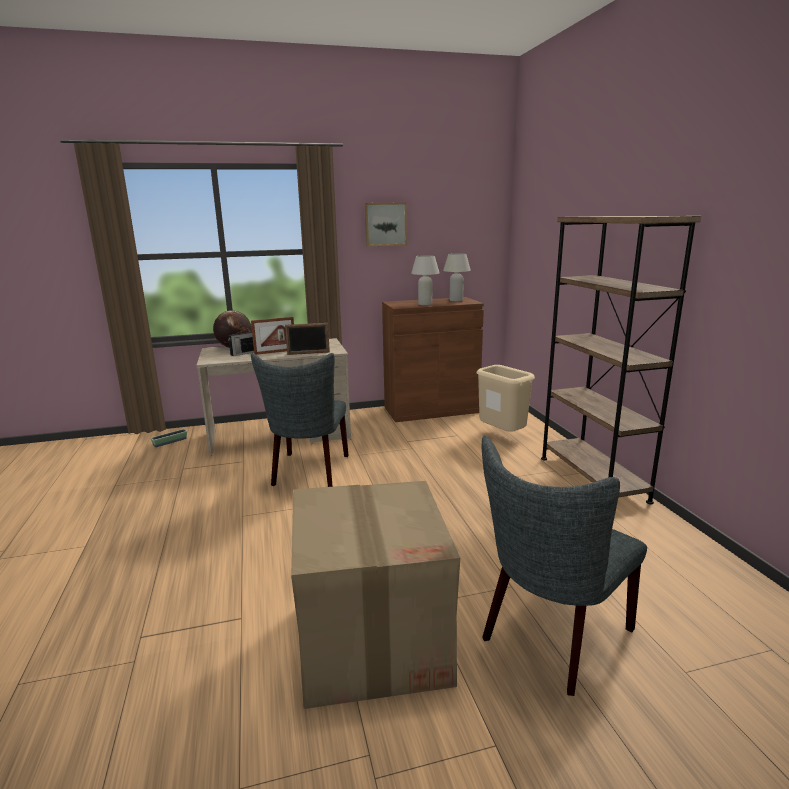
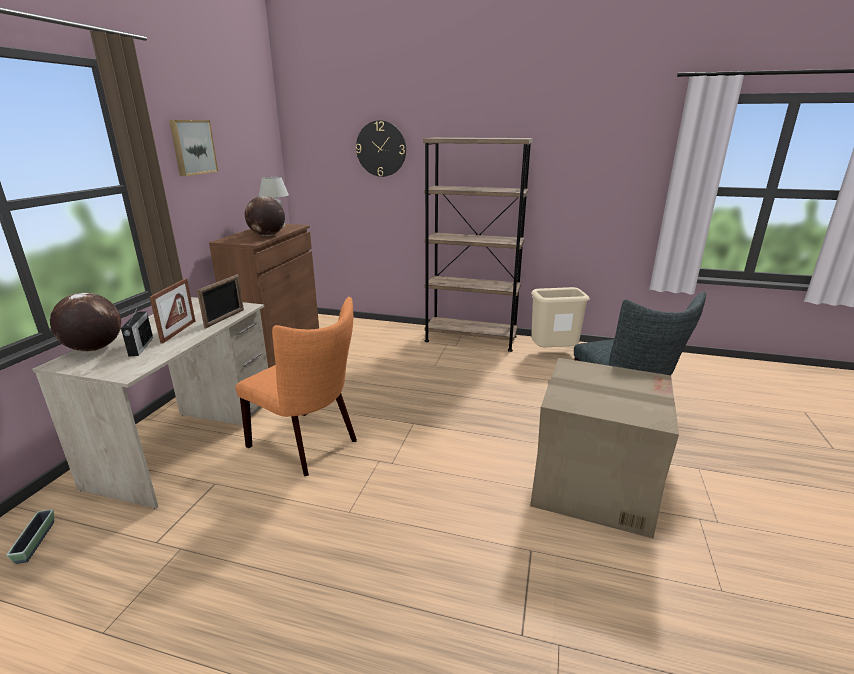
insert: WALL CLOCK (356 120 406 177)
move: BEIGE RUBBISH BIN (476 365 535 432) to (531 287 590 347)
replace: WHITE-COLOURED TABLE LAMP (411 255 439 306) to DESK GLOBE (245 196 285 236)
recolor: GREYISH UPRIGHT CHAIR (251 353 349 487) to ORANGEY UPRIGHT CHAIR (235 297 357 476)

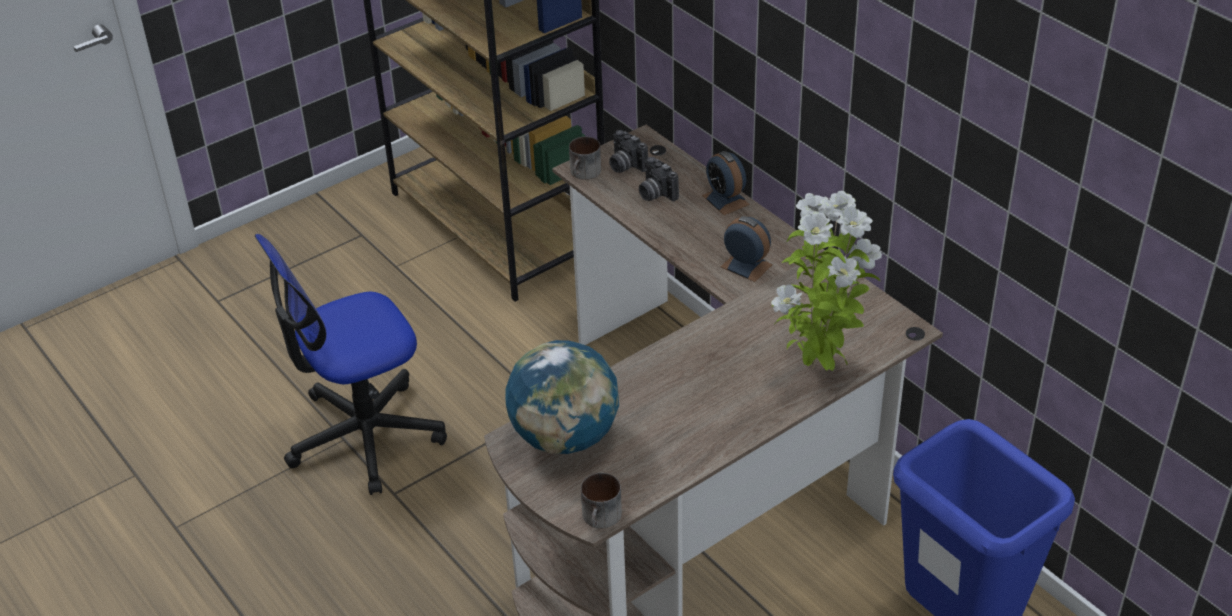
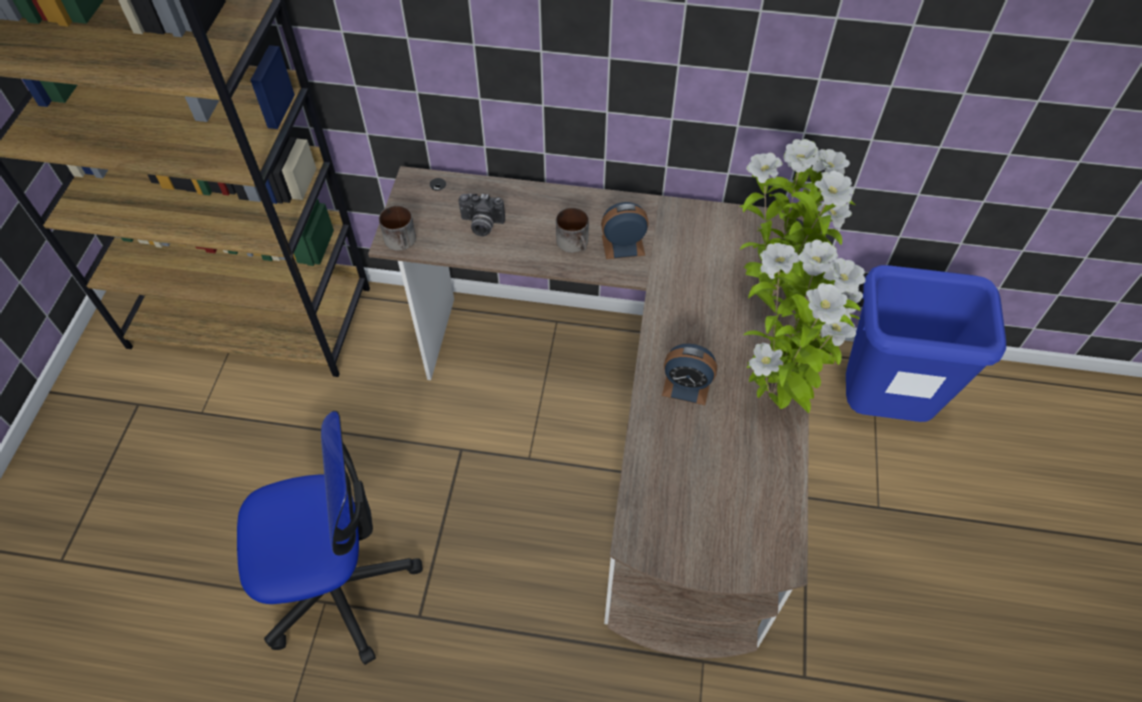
delete: DESK GLOBE (505 340 619 454); STILL CAMERA (609 130 648 173)
insert: PLANT IN A POT (743 240 866 413)
move: COFFEE MUG (581 473 622 528) to (556 207 589 253); BEDSIDE CLOCK (702 151 750 215) to (662 344 717 405)
rotate: OFFICE CHAIR (255 234 447 495) = (237 411 423 665) 120 degrees counterclockwise

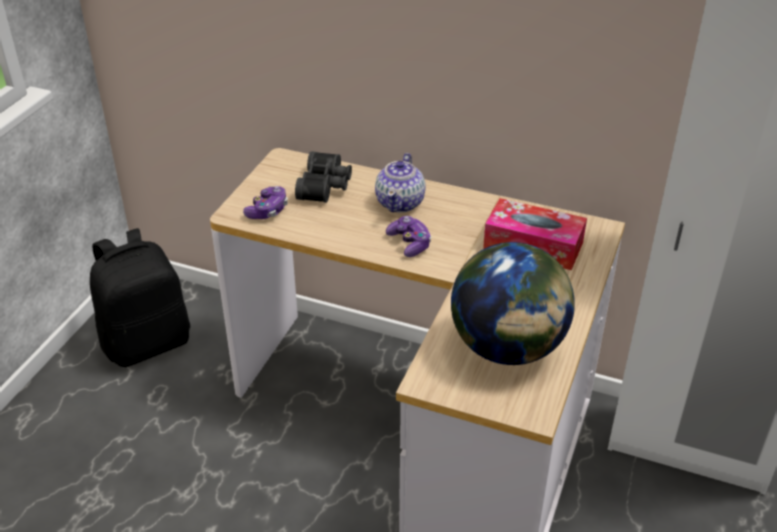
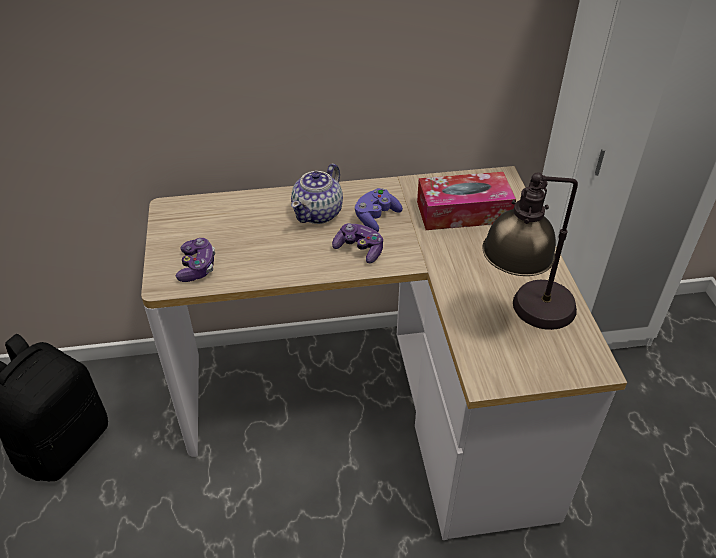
delete: BLACK PAIR OF BINOCULARS (295 151 352 203)
insert: PURPLE-COLOURED JOYPAD (355 188 403 232)
replace: DESK GLOBE (451 242 575 365) to TABLE LAMP (482 172 578 330)
rotate: TEA POT (375 153 426 212) = (291 164 343 224) 45 degrees clockwise

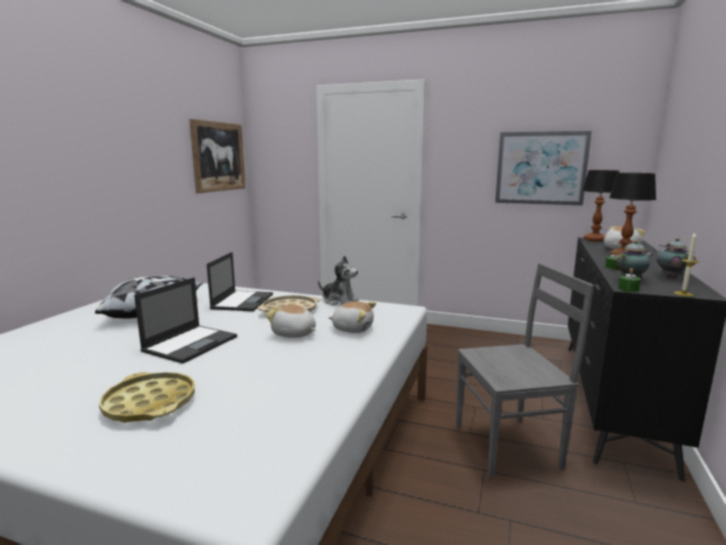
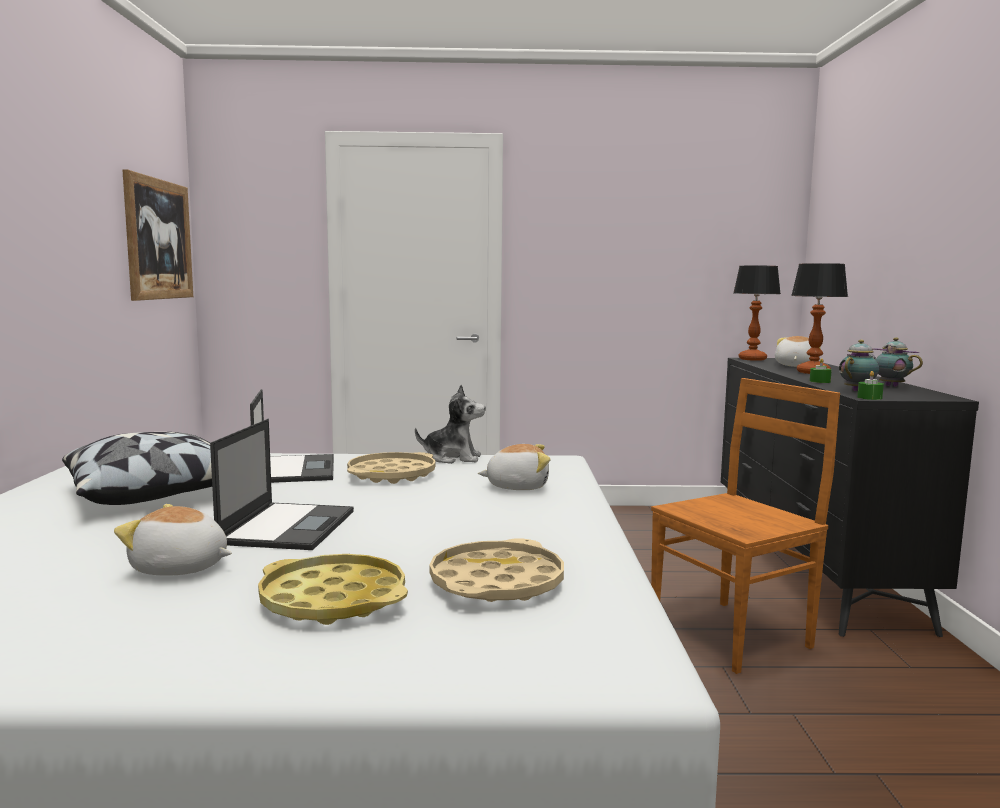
delete: WALL PICTURE (495 131 592 205); CANDLE (674 233 699 297)
insert: BEIGE CARRYING TRAY (429 538 564 602)
move: CUDDLY TOY (265 302 316 338) to (114 504 232 576)
recolor: GREYISH UPRIGHT CHAIR (456 263 594 478) to BROWNISH UPRIGHT CHAIR (651 378 840 674)

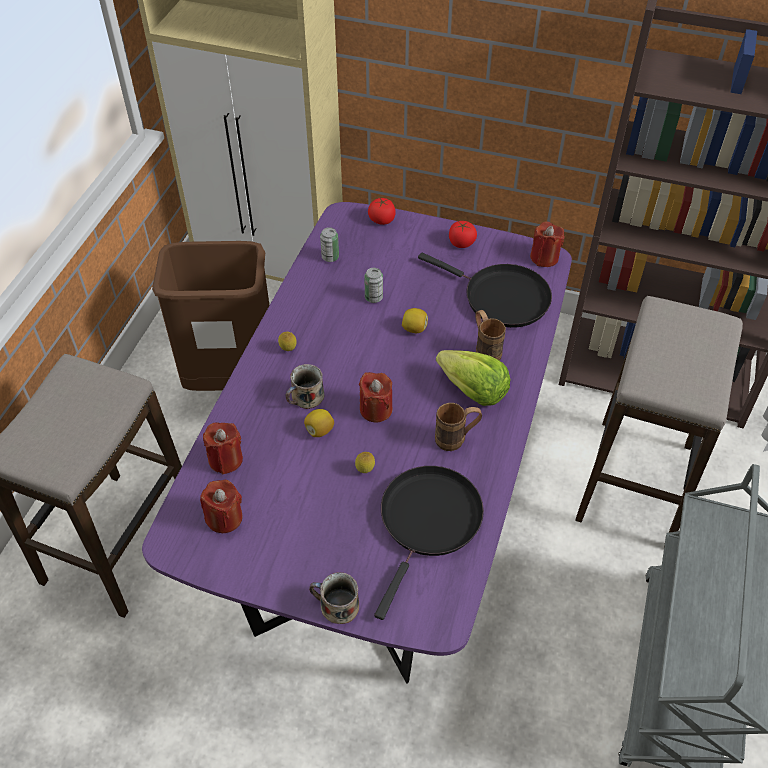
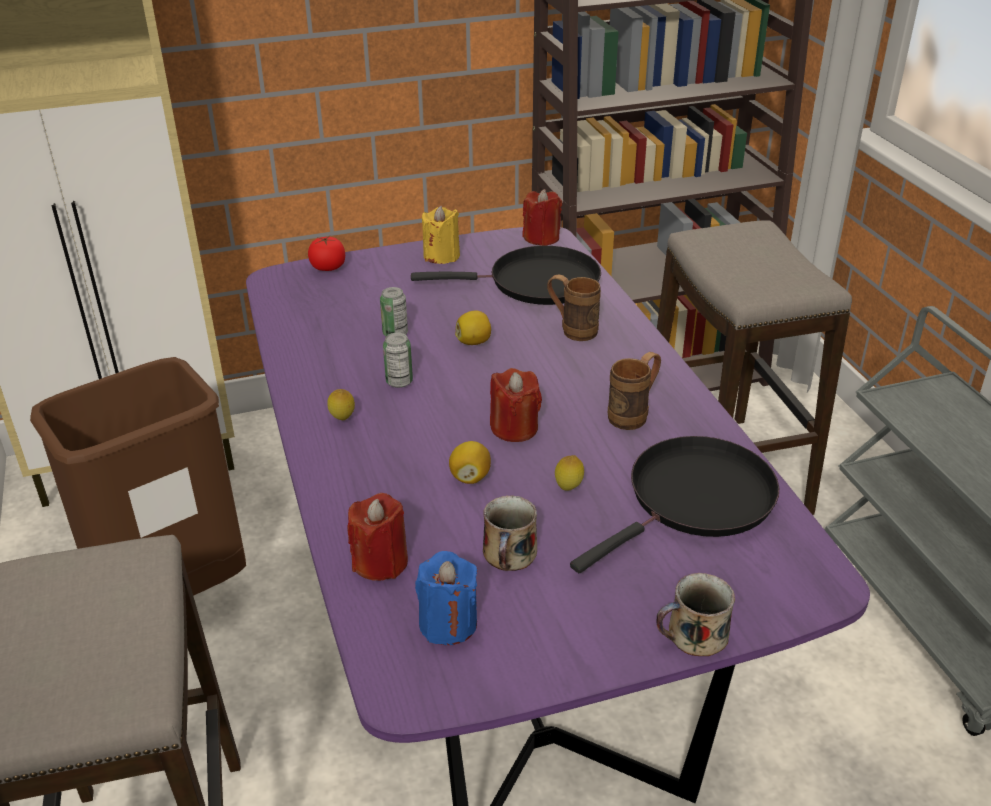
delete: LETTUCE (436 350 511 406)
move: CAN (320 227 339 262) to (383 333 413 388); COFFEE MUG (285 364 325 409) to (483 495 537 571)
replace: FRESH TOMATO (449 221 477 248) to YELLOWISH CANDLE (422 206 460 264)
recolor: RED CANDLE (200 480 242 533) to BLUISH CANDLE (415 551 477 645)
rotate: BLACK PAN (374 466 484 620) = (570 436 779 573) 60 degrees clockwise

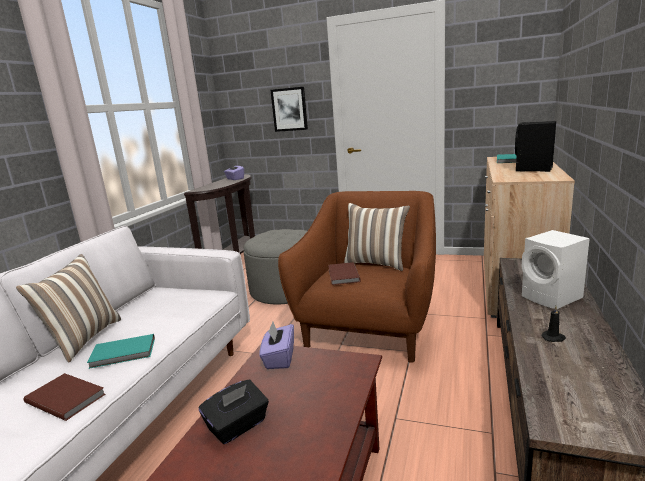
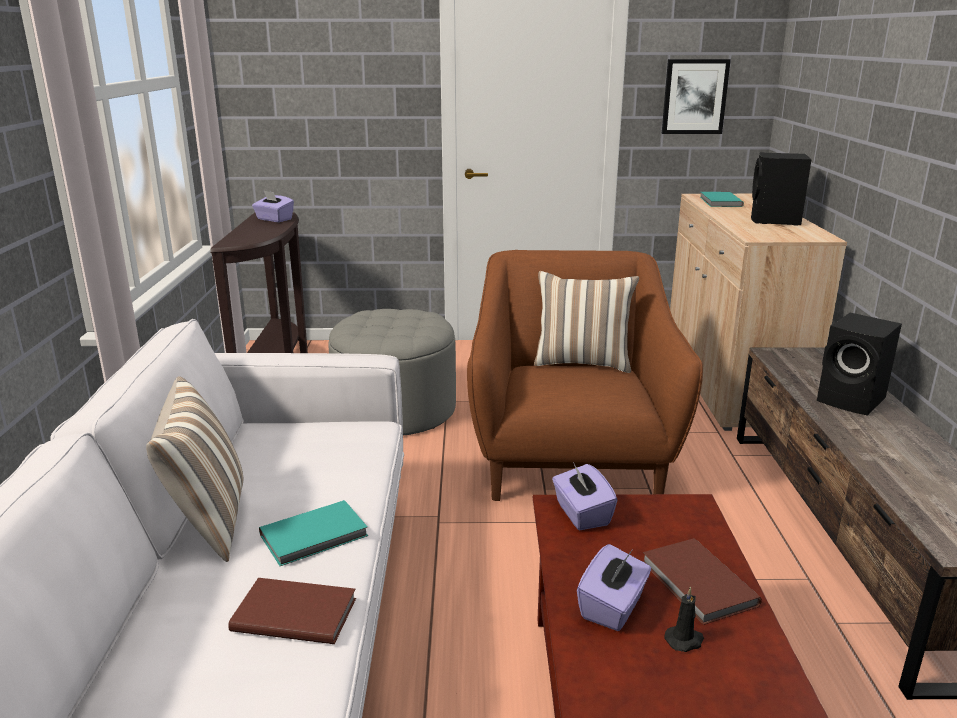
move: BROWNISH BOUND BOOK (328 262 361 285) to (642 538 762 625); WALL PICTURE (271 87 308 132) to (662 59 731 134); BLACK CANDLE (541 306 566 342) to (664 587 704 652)
recolor: BLACK BOX OF TISSUES (199 380 269 444) to PURPLE-COLOURED BOX OF TISSUES (577 544 651 631); WHITE-COLOURED LOUDSPEAKER (521 230 590 309) to BLACK LOUDSPEAKER (817 313 902 416)

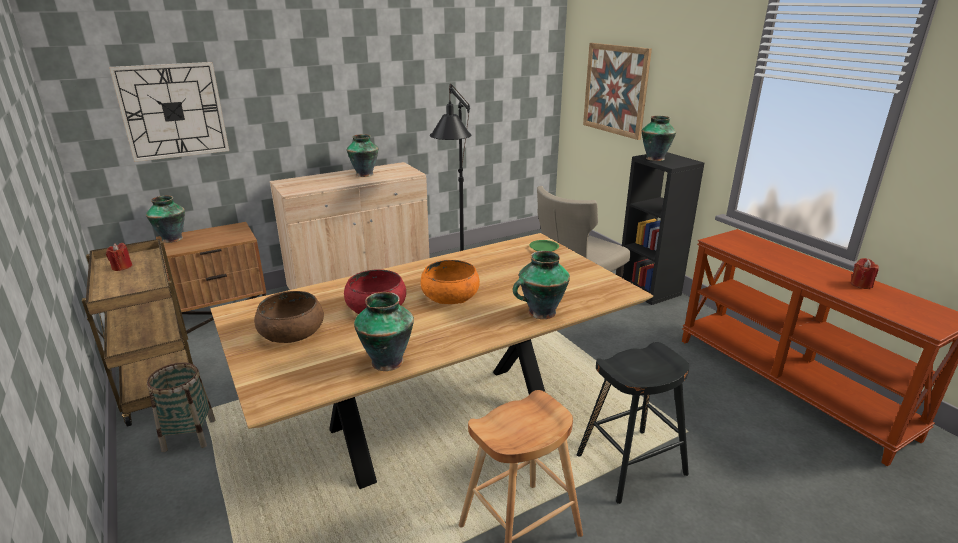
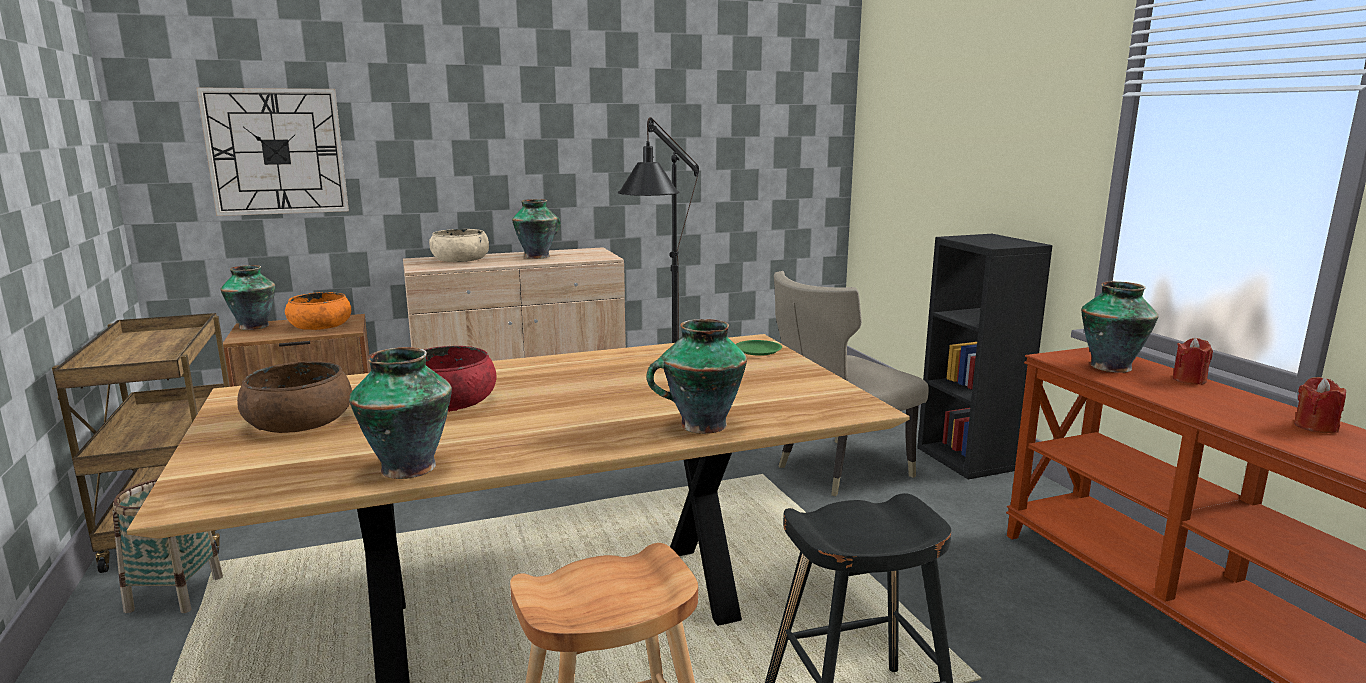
delete: WALL PICTURE (583 43 652 140)
insert: BEIGE SERVING BOWL (429 229 489 262)
move: ORANGEY SERVING BOWL (421 260 480 304) to (285 292 351 330); DECORATIVE VASE (642 116 676 161) to (1081 281 1159 373); RED CANDLE (106 243 133 271) to (1172 338 1213 385)

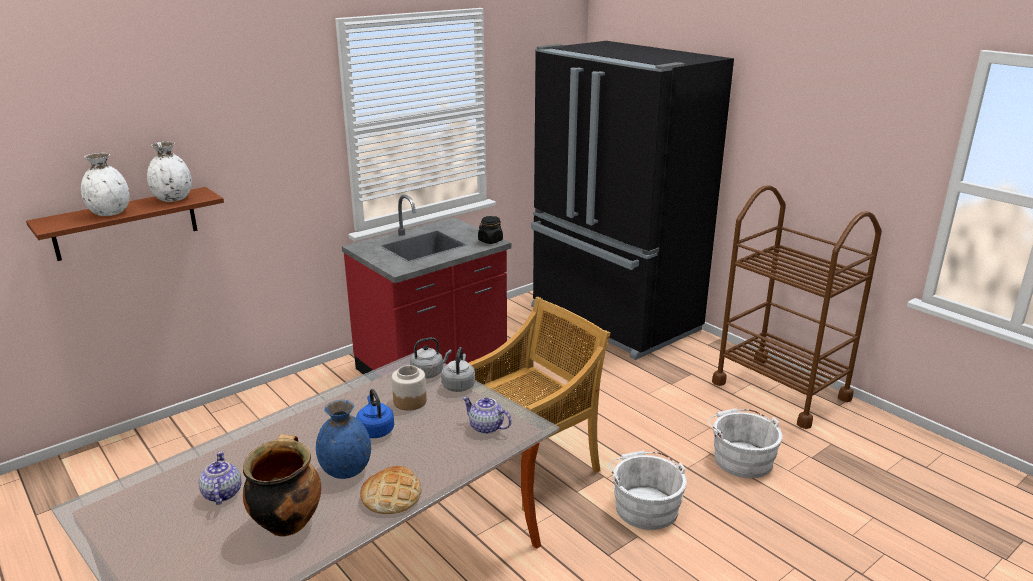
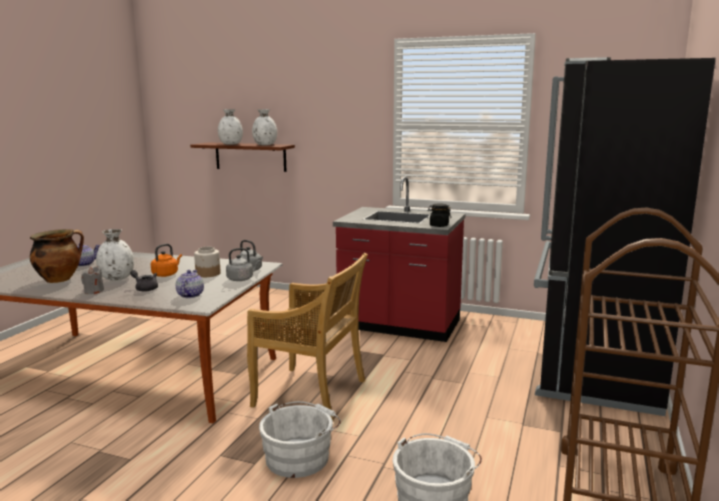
insert: GREYISH TEA POT (130 270 158 292)
replace: BAKERY BREAD (360 466 422 514) to GREYISH CANDLE (81 267 104 294)
recolor: BLUISH DECORATIVE VASE (316 400 371 479) to WHITE-COLOURED DECORATIVE VASE (96 229 134 280); BLUISH KETTLE (356 389 394 438) to ORANGEY KETTLE (151 244 182 277)

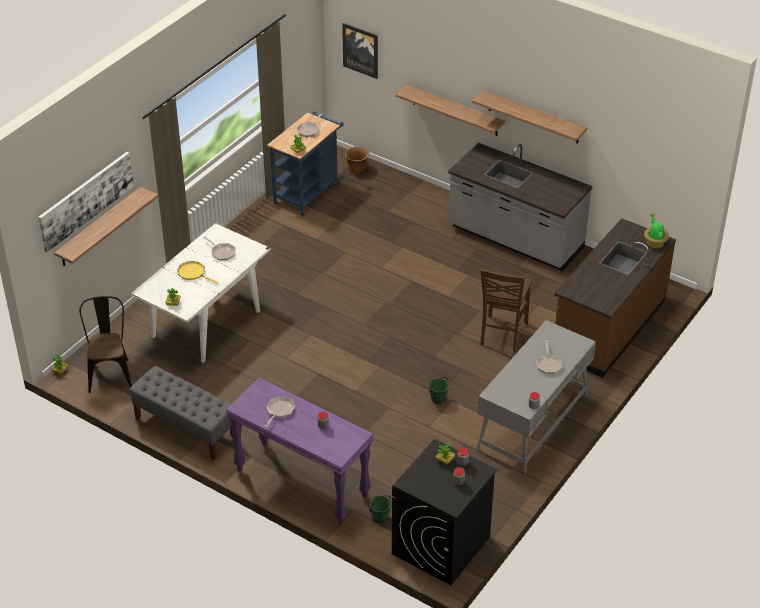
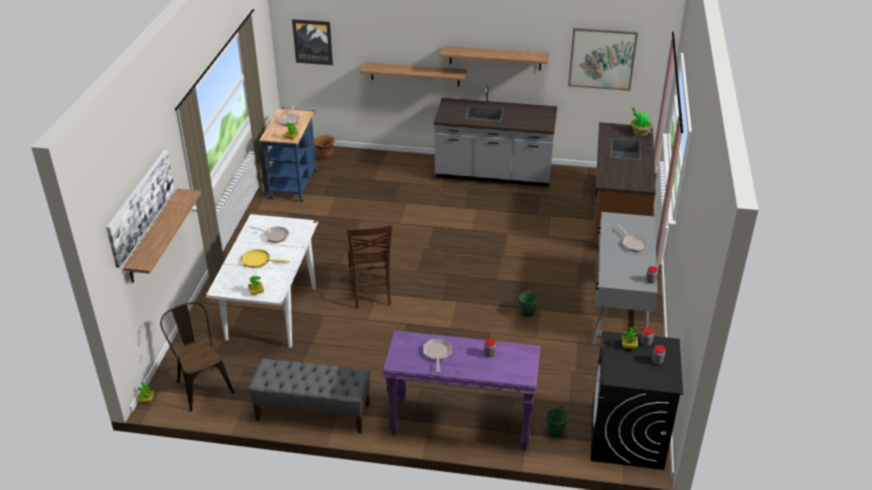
insert: WALL PICTURE (568 28 638 91)
move: BROWNISH UPRIGHT CHAIR (480 269 532 352) to (345 224 392 309)

